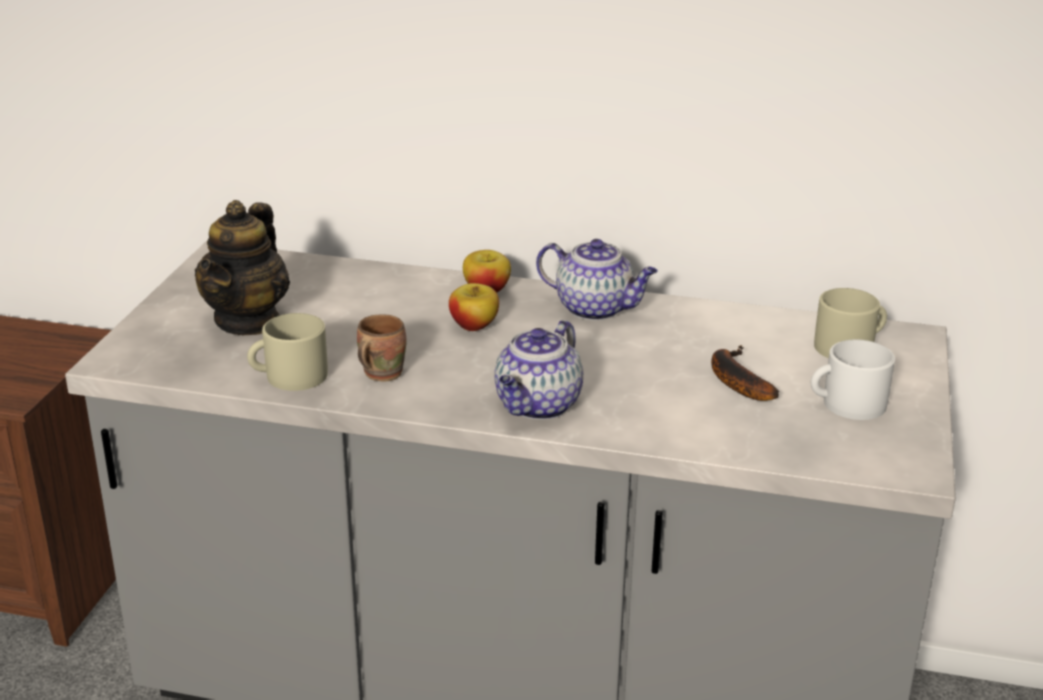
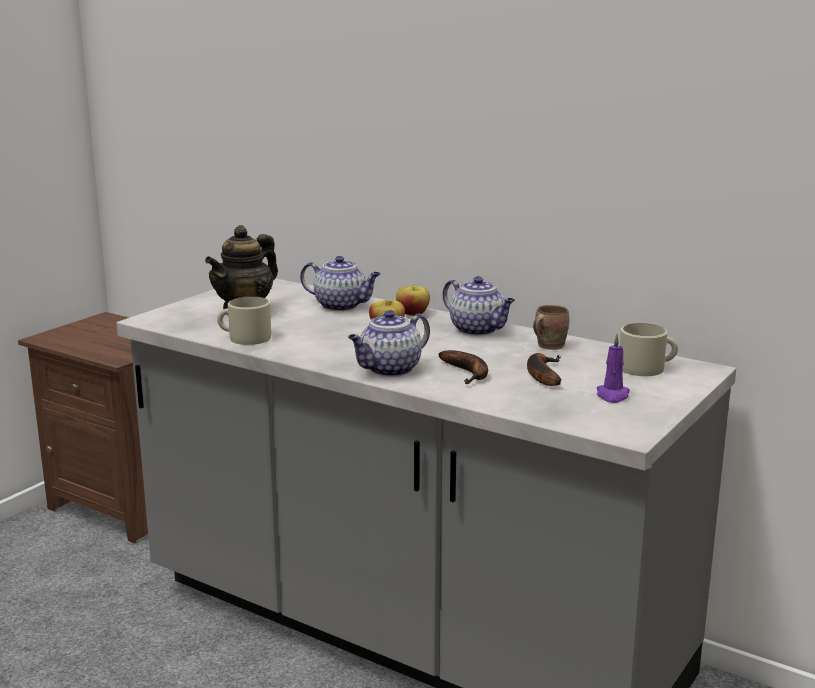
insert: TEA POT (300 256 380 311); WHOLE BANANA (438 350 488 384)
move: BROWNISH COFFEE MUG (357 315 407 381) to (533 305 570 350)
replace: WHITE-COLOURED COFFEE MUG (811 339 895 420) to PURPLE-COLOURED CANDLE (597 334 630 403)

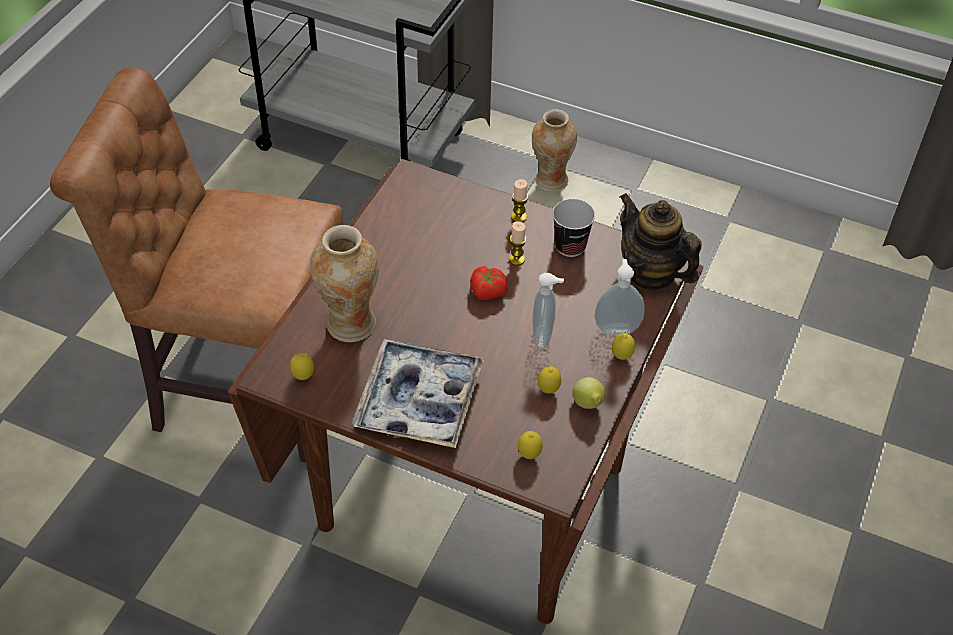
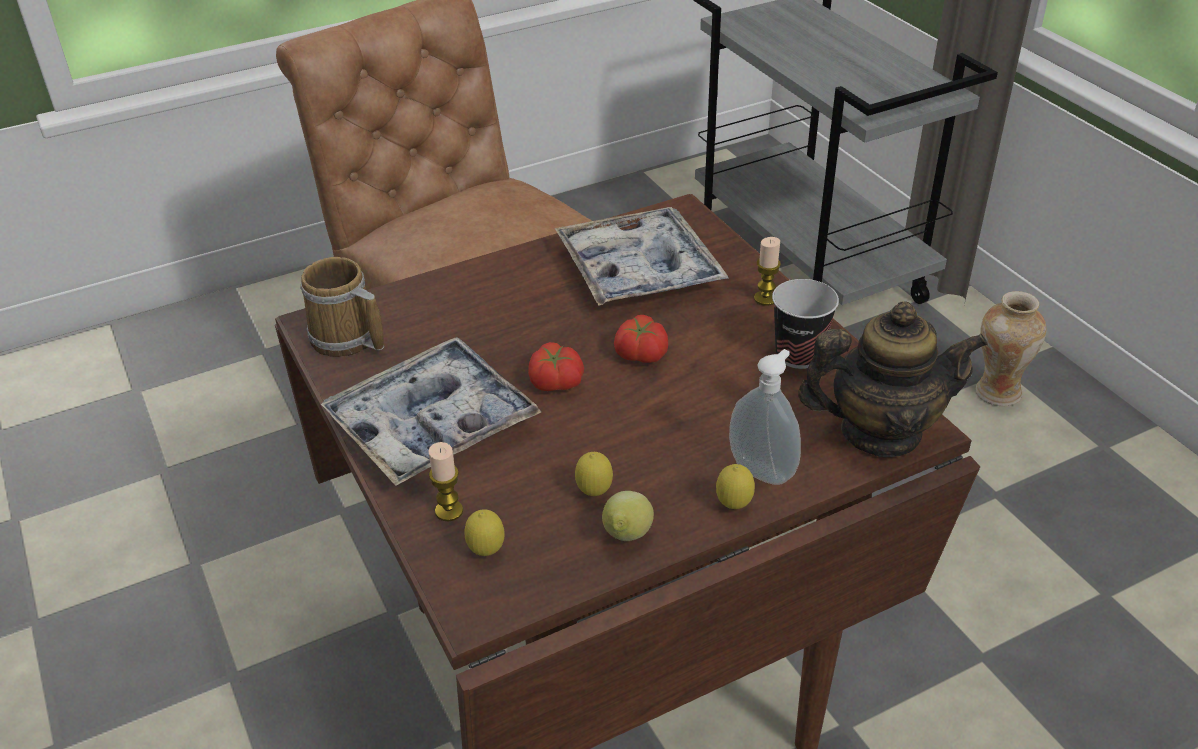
delete: DECORATIVE VASE (310 225 379 342); SOAP DISPENSER (532 273 564 349)
insert: FRESH TOMATO (528 342 584 391); CARRYING TRAY (555 207 729 306)
move: CANDLE (509 221 527 266) to (428 442 463 521)
replace: WHOLE LEMON (290 353 314 380) to COFFEE MUG (300 257 384 357)
rotate: TEA POT (620 193 701 291) = (798 302 988 457) 90 degrees clockwise

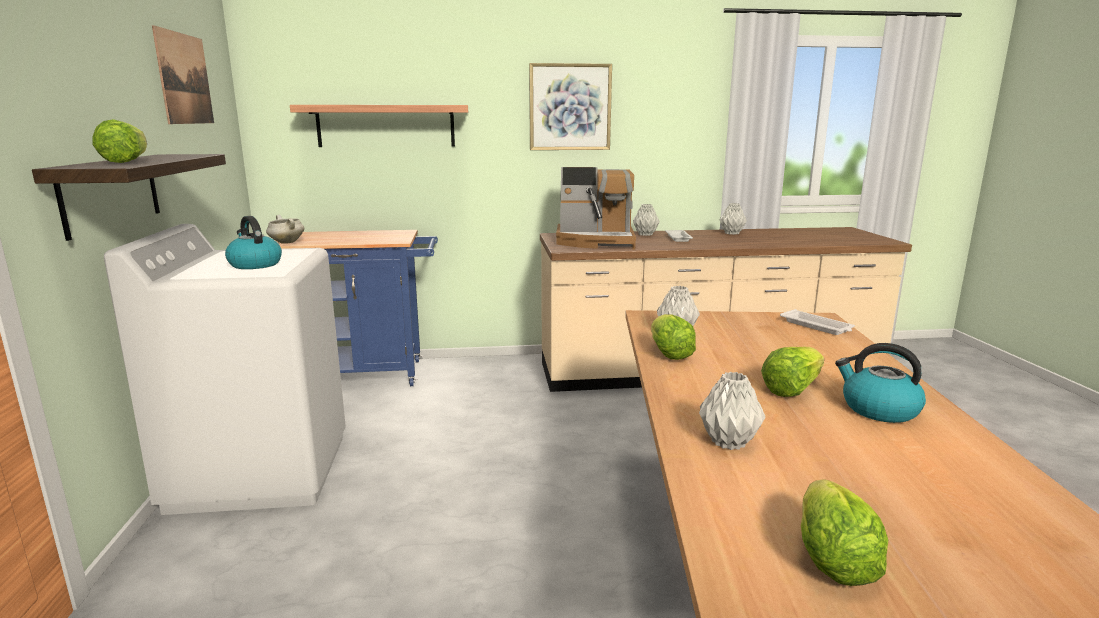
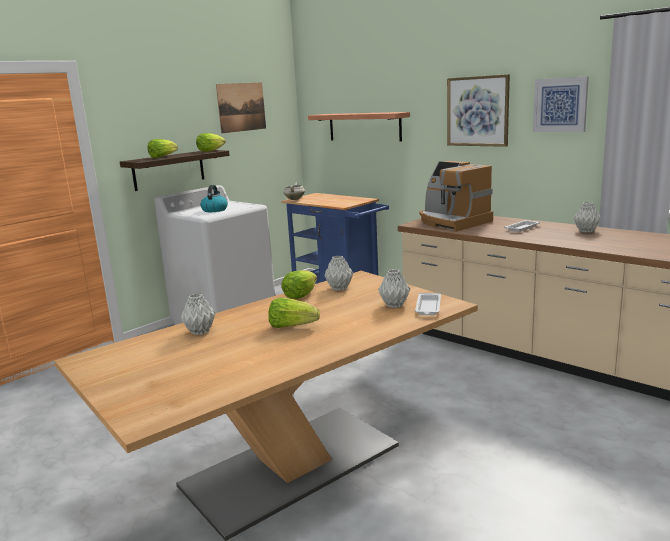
delete: KETTLE (835 343 926 423)
insert: WALL PICTURE (533 76 589 132)
move: LETTUCE (801 479 888 586) to (196 133 225 152); GREYISH DECORATIVE VASE (633 204 660 236) to (378 269 410 308)

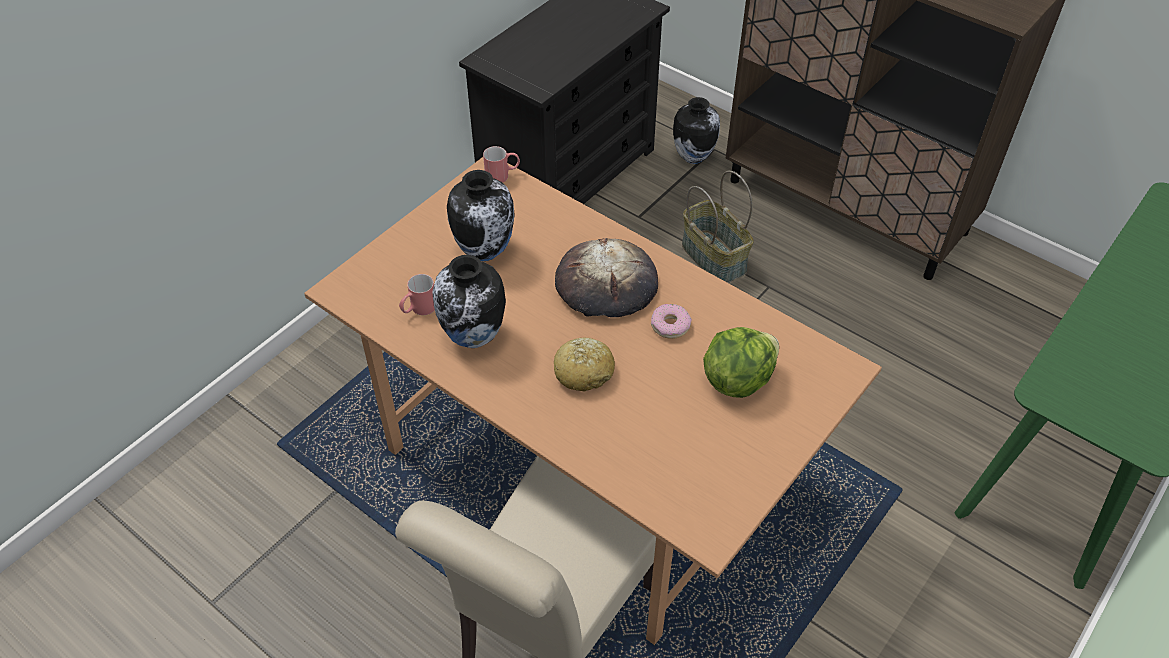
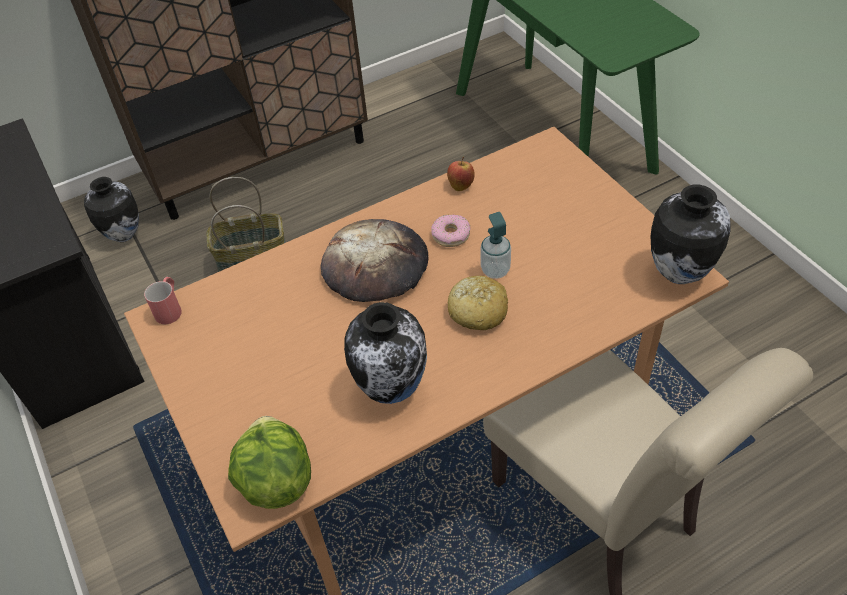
delete: RED COFFEE MUG (399 274 435 315)
insert: APPLE FRUIT (447 157 475 191); SOAP DISPENSER (480 212 511 279)
move: LETTUCE (703 327 779 398) to (228 416 311 509); DECORATIVE VASE (447 170 515 261) to (651 185 731 284)

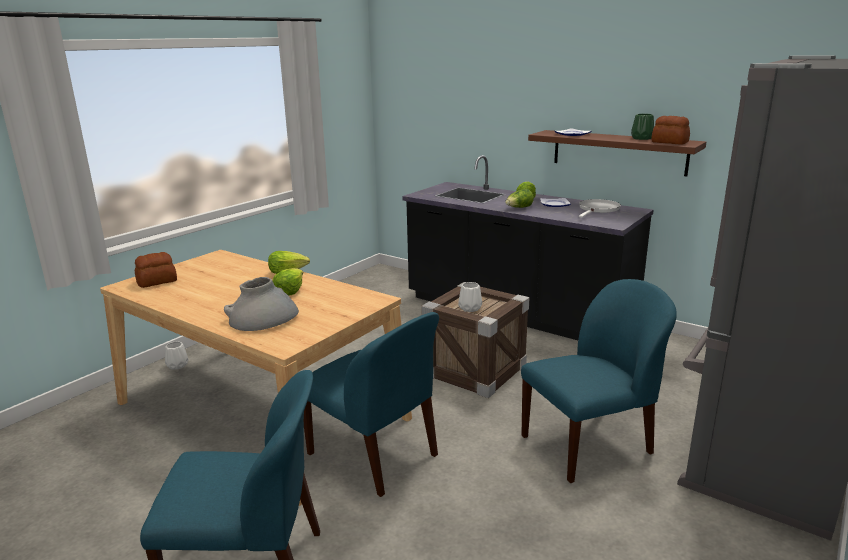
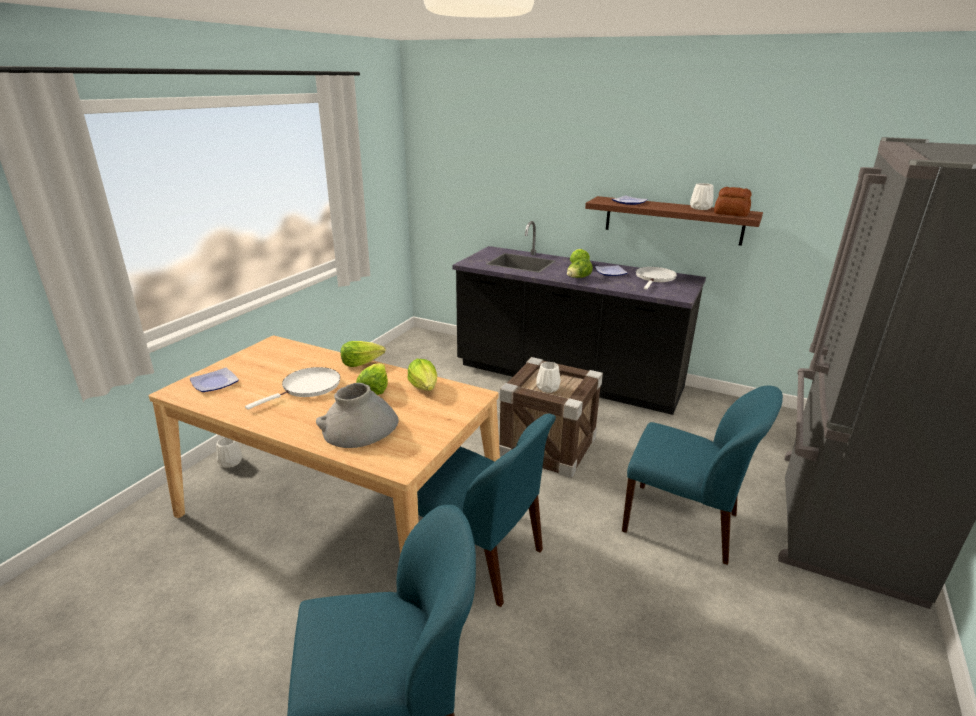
insert: WHITE-COLOURED PAN (245 367 340 410); LETTUCE (407 359 437 391)
replace: BAKERY BREAD (135 252 177 288) to PLATE (190 368 239 392)
recolor: GREENISH DECORATIVE VASE (631 114 654 140) to WHITE-COLOURED DECORATIVE VASE (690 183 714 210)
rotate: BLUISH UPRIGHT CHAIR (521 279 677 483) = (622 386 783 565) 60 degrees clockwise

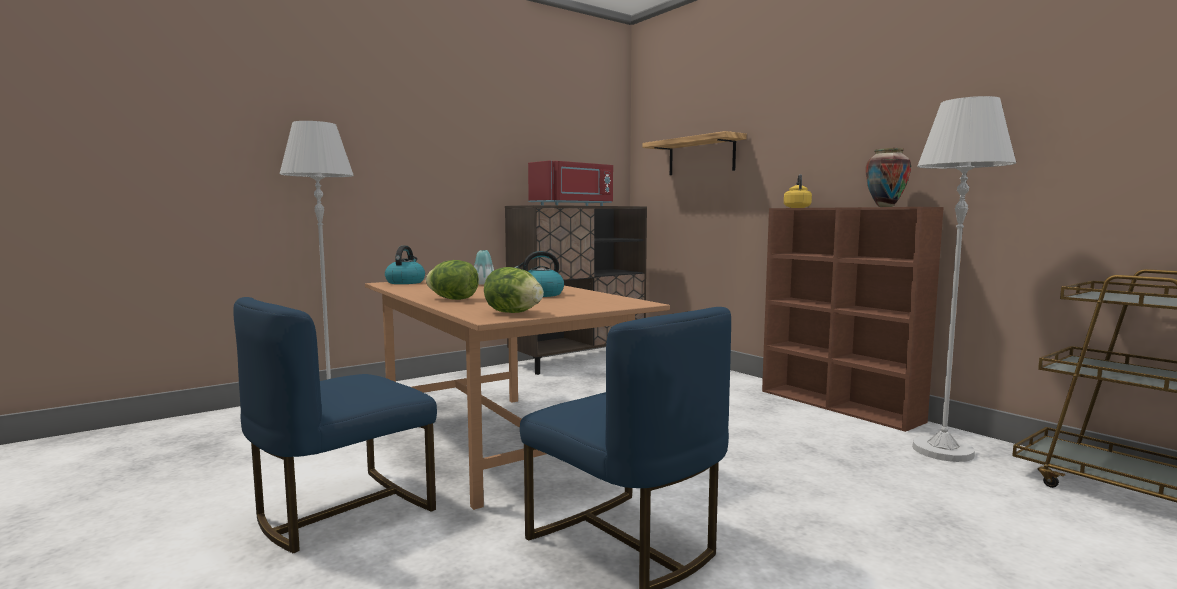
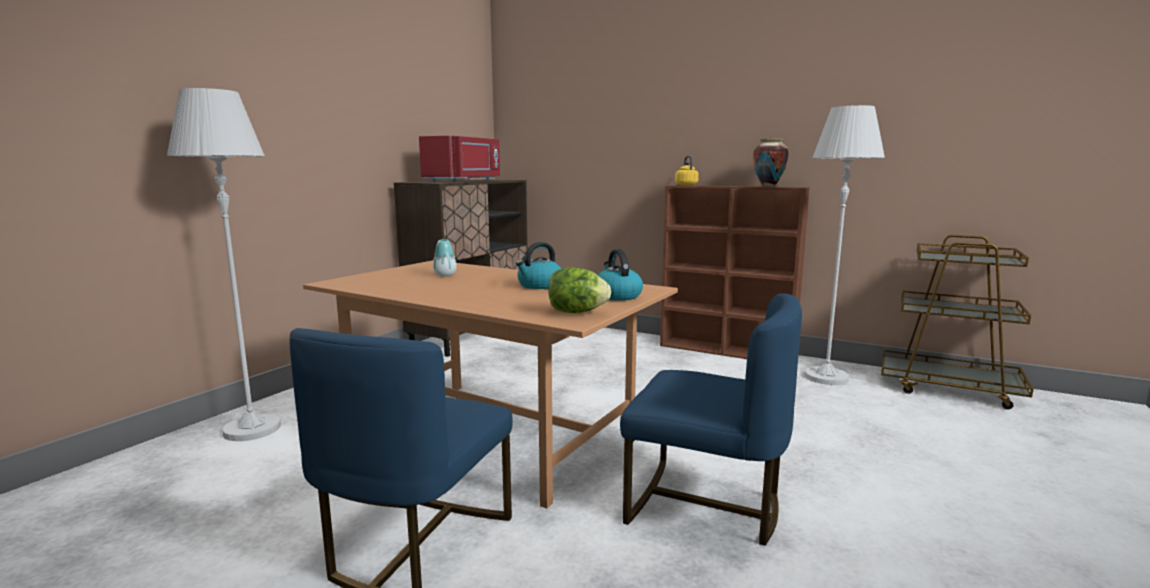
delete: LETTUCE (426 260 479 300); BRACKET SHELF (642 131 747 175)
move: KETTLE (385 246 425 284) to (598 249 643 301)

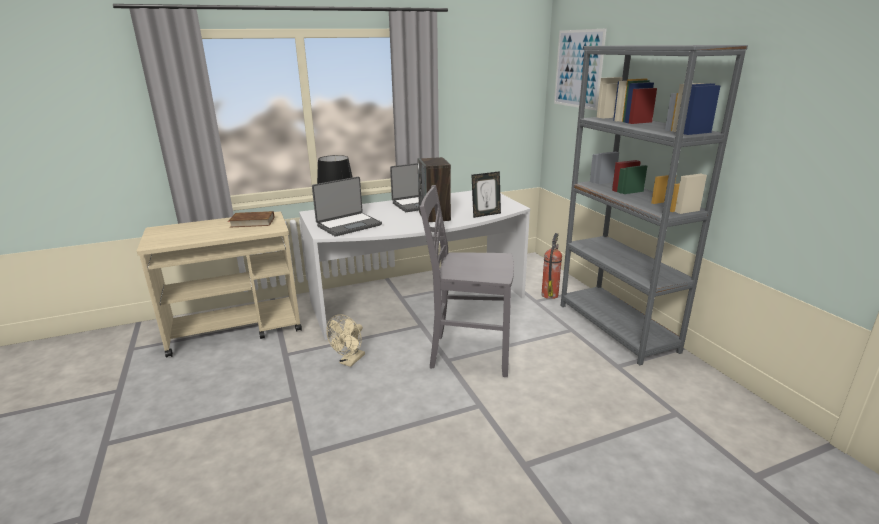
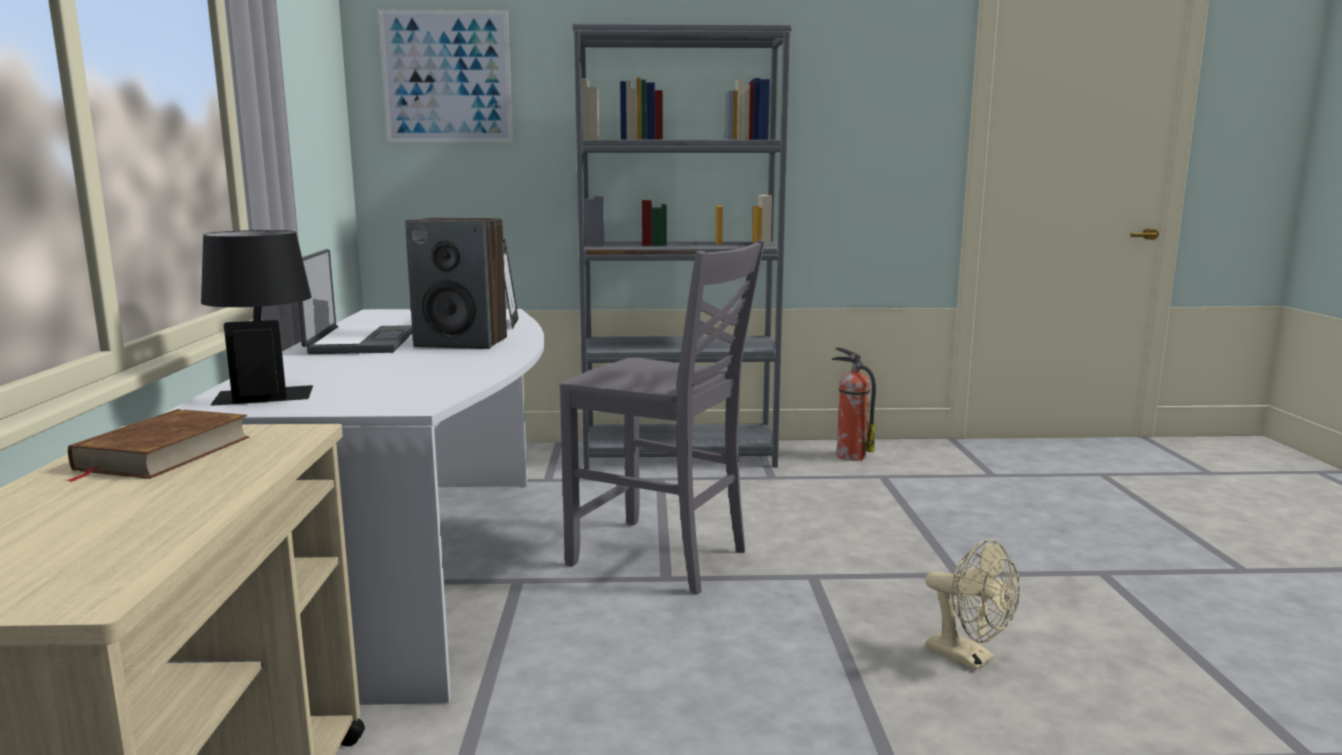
delete: PORTABLE COMPUTER (312 177 382 237)
move: FIRE-FIGHTING CYLINDER (542 233 562 299) to (832 347 876 461); BEIGE COOLING FAN (326 314 365 367) to (925 539 1020 671)
rotate: GREYISH UPRIGHT CHAIR (420 185 514 377) = (559 240 765 594) 90 degrees counterclockwise

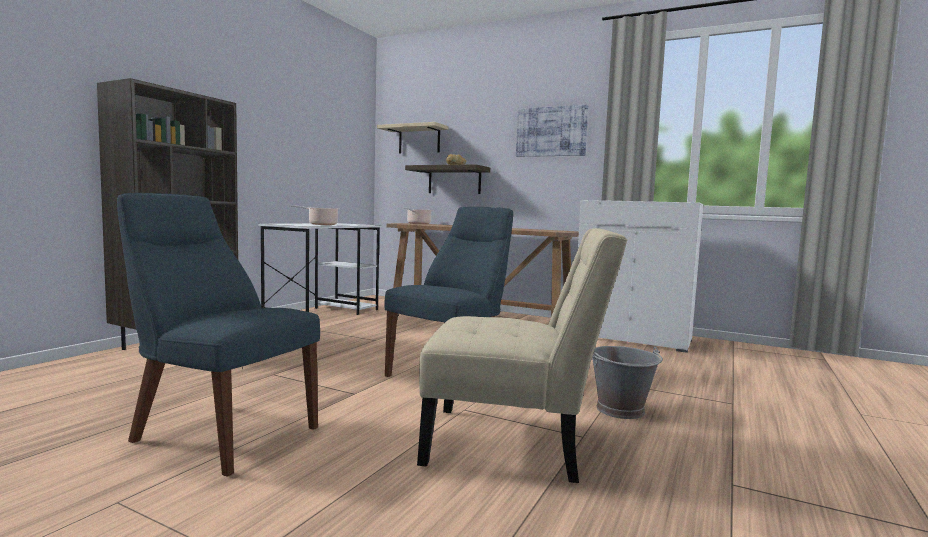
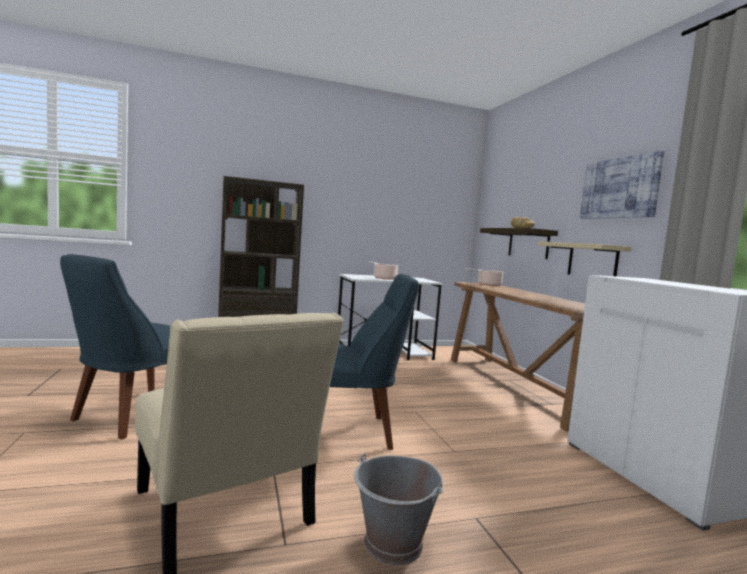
move: BEIGE BRACKET SHELF (377 122 449 153) to (537 241 632 276)
rotate: BLUISH UPRIGHT CHAIR (117 193 320 476) = (60 254 170 440) 135 degrees counterclockwise

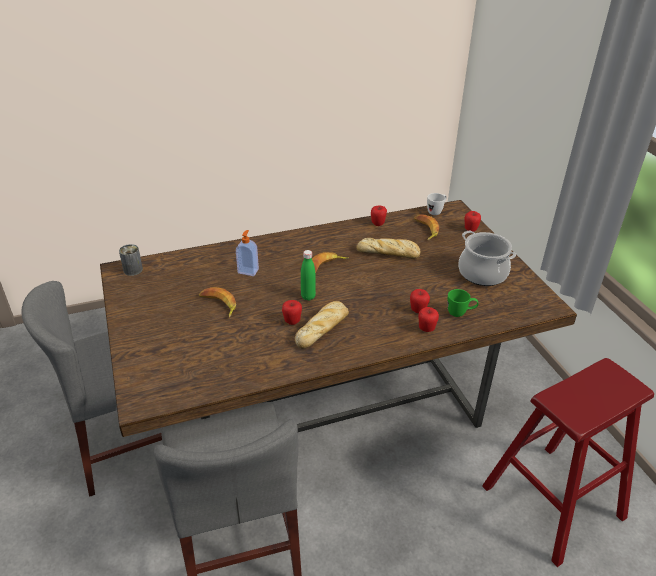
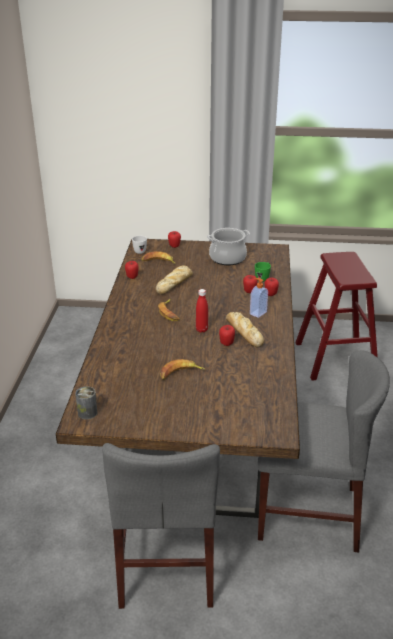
move: SOAP DISPENSER (236 230 259 276) to (250 278 268 318)
recolor: GREENISH DRINK BOTTLE (301 250 316 301) to RED DRINK BOTTLE (196 289 208 333)

